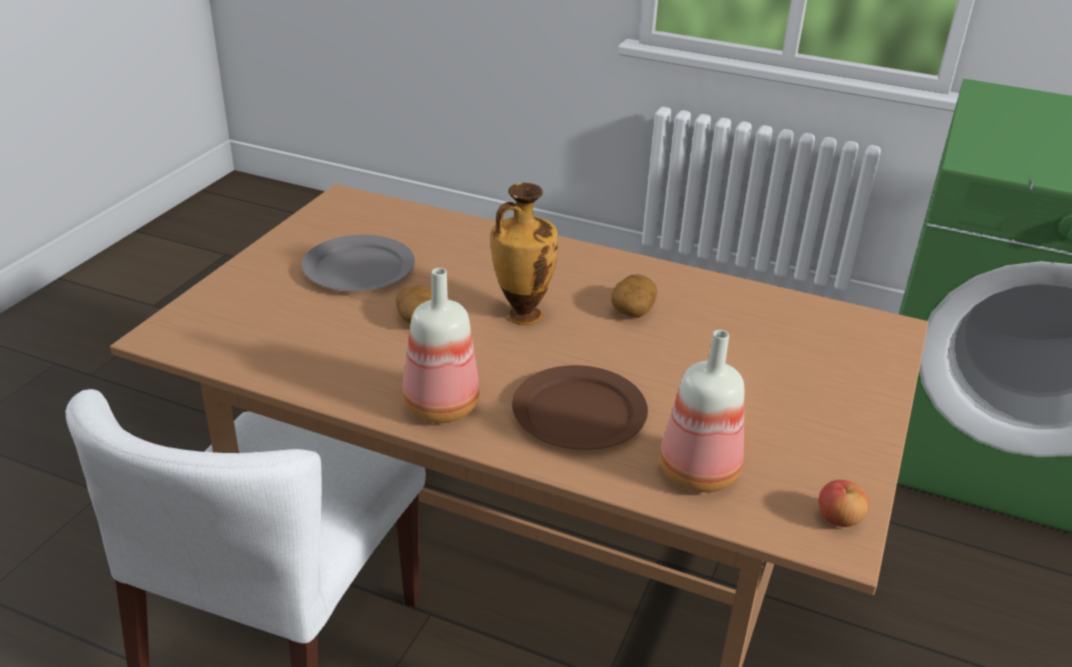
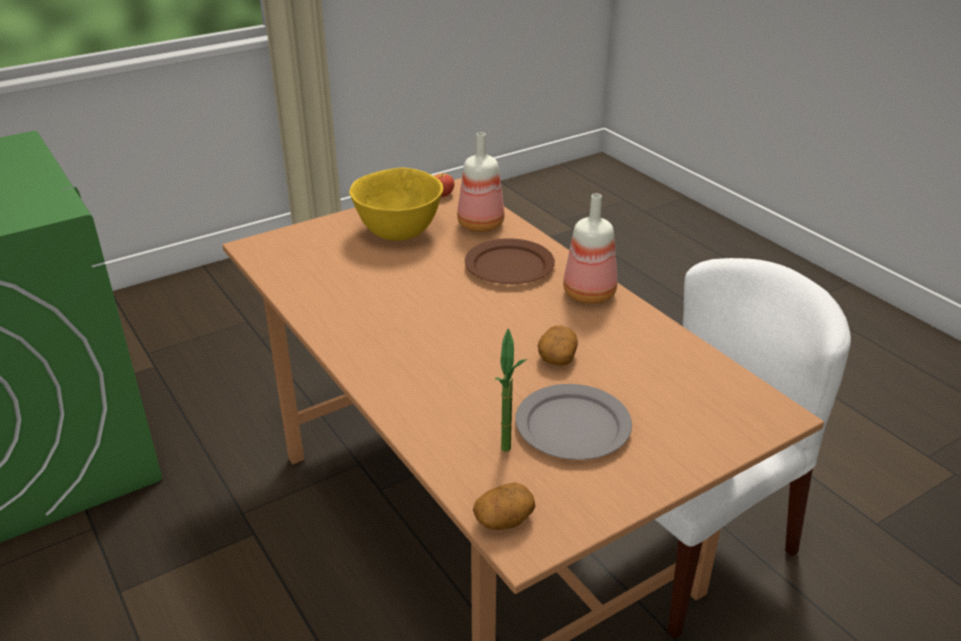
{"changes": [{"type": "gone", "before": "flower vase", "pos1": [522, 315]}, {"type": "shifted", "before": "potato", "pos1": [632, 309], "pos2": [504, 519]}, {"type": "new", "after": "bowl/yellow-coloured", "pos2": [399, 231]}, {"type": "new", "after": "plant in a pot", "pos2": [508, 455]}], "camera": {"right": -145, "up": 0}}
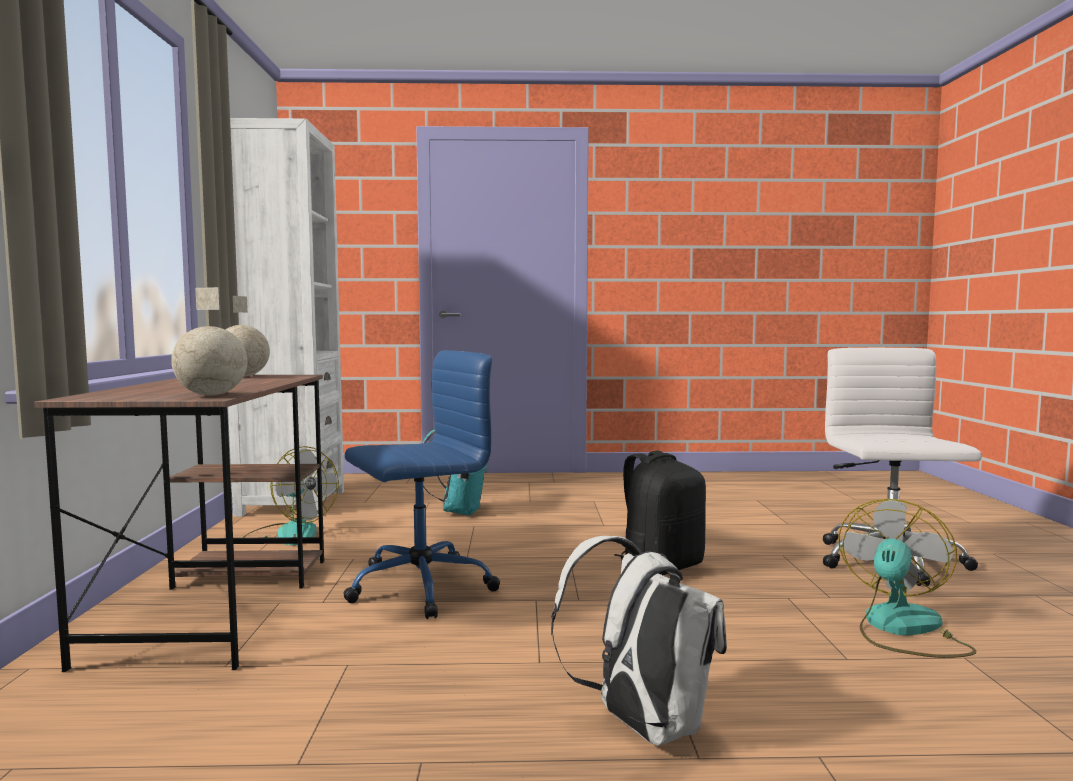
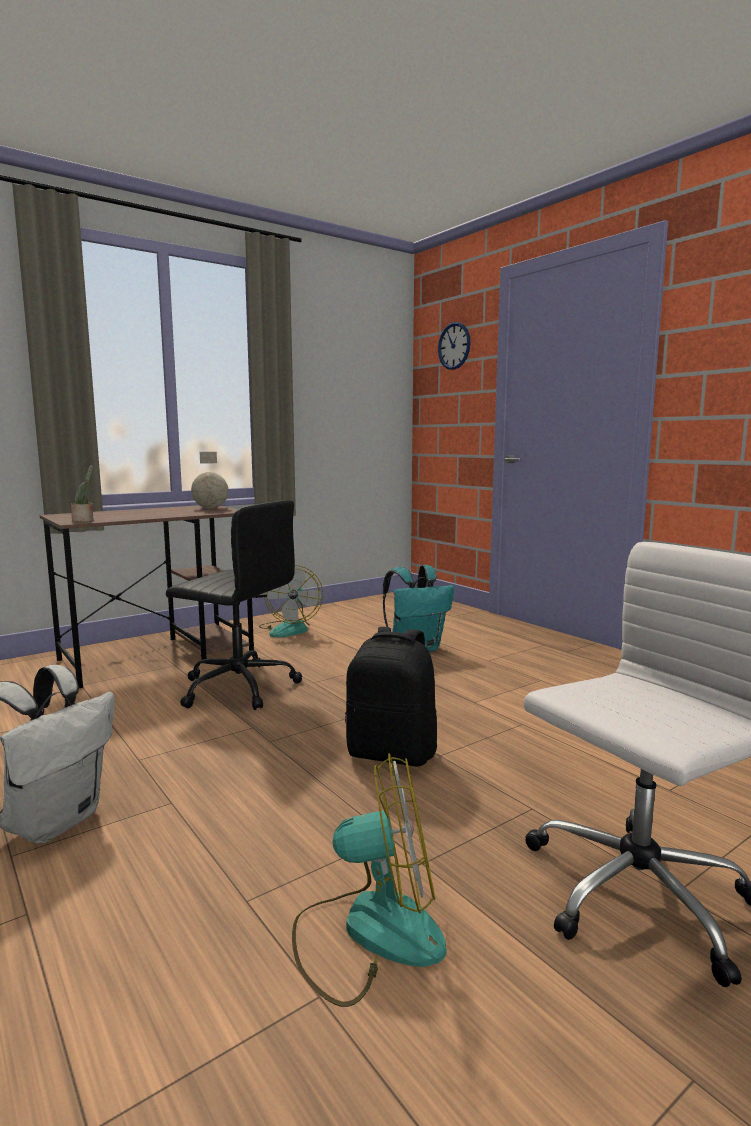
{"changes": [{"type": "swapped", "before": "world globe", "after": "plant in a pot", "pos1": [211, 395], "pos2": [84, 520]}, {"type": "gone", "before": "shelving unit/whitish", "pos1": [291, 503]}, {"type": "repainted", "before": "desk chair/blue-coloured", "after": "desk chair/blackish", "pos1": [418, 587], "pos2": [237, 687]}, {"type": "new", "after": "clock on the wall", "pos2": [454, 346]}], "camera": {"right": 55, "up": 5}}
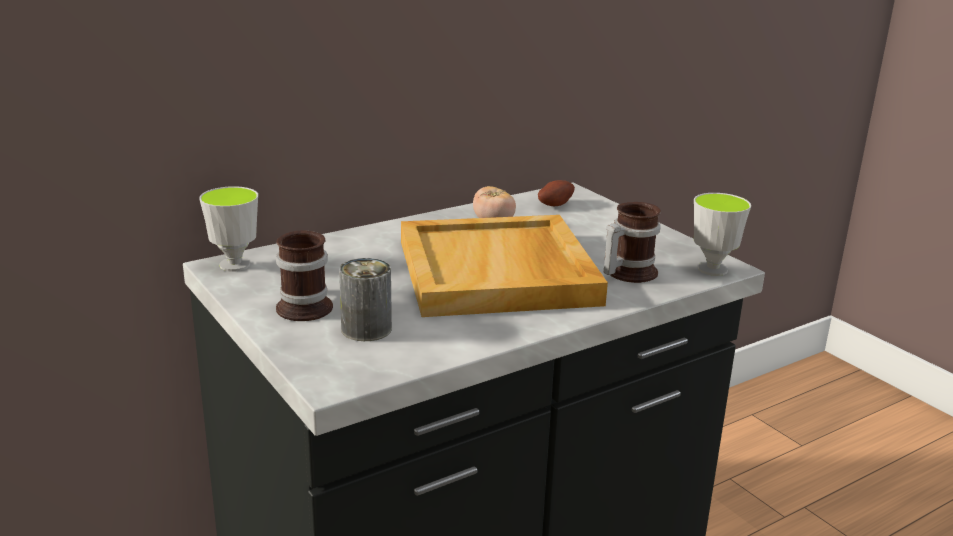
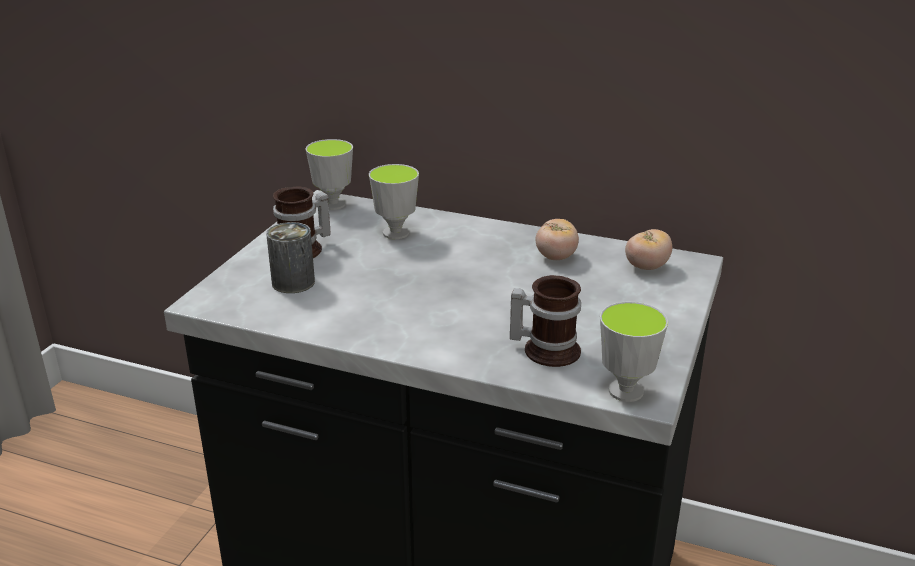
{"changes": [{"type": "gone", "before": "carrying tray/beige-coloured", "pos1": [498, 273]}, {"type": "swapped", "before": "potato", "after": "fresh tomato", "pos1": [554, 204], "pos2": [646, 267]}, {"type": "new", "after": "small cup", "pos2": [395, 233]}], "camera": {"right": 55, "up": 5}}
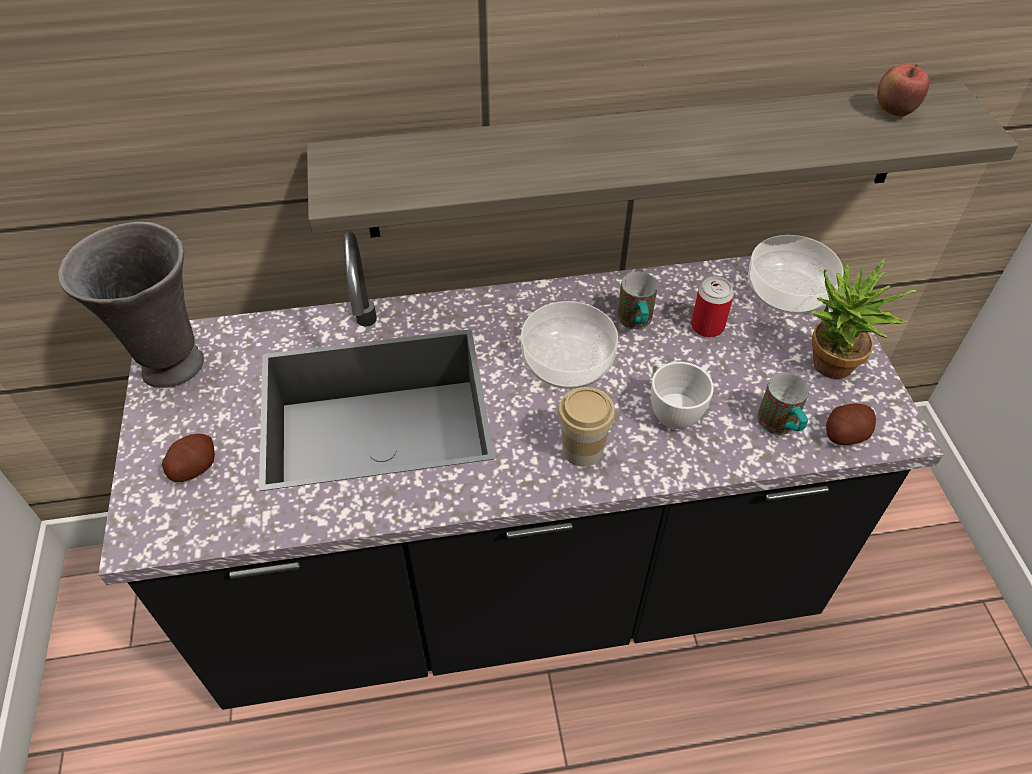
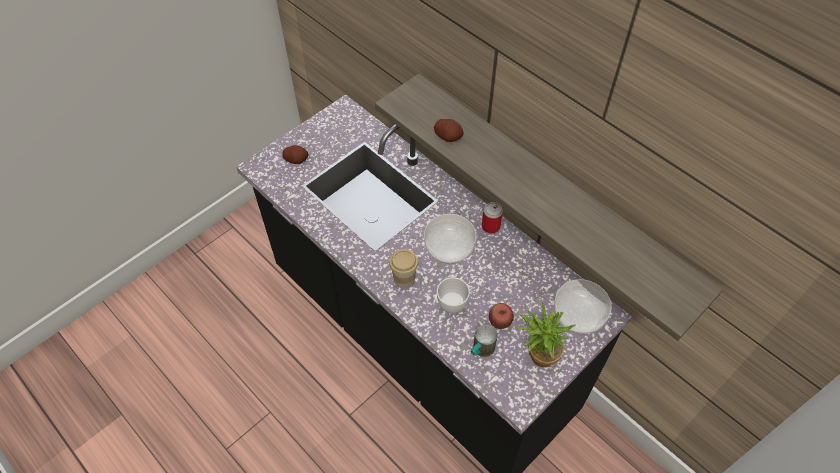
{"changes": [{"type": "gone", "before": "flower vase/greyish", "pos1": [170, 367]}, {"type": "gone", "before": "tea mug", "pos1": [636, 323]}, {"type": "shifted", "before": "can", "pos1": [707, 326], "pos2": [490, 226]}, {"type": "shifted", "before": "potato", "pos1": [845, 434], "pos2": [448, 136]}, {"type": "shifted", "before": "apple", "pos1": [893, 112], "pos2": [500, 322]}], "camera": {"right": 55, "up": 5}}
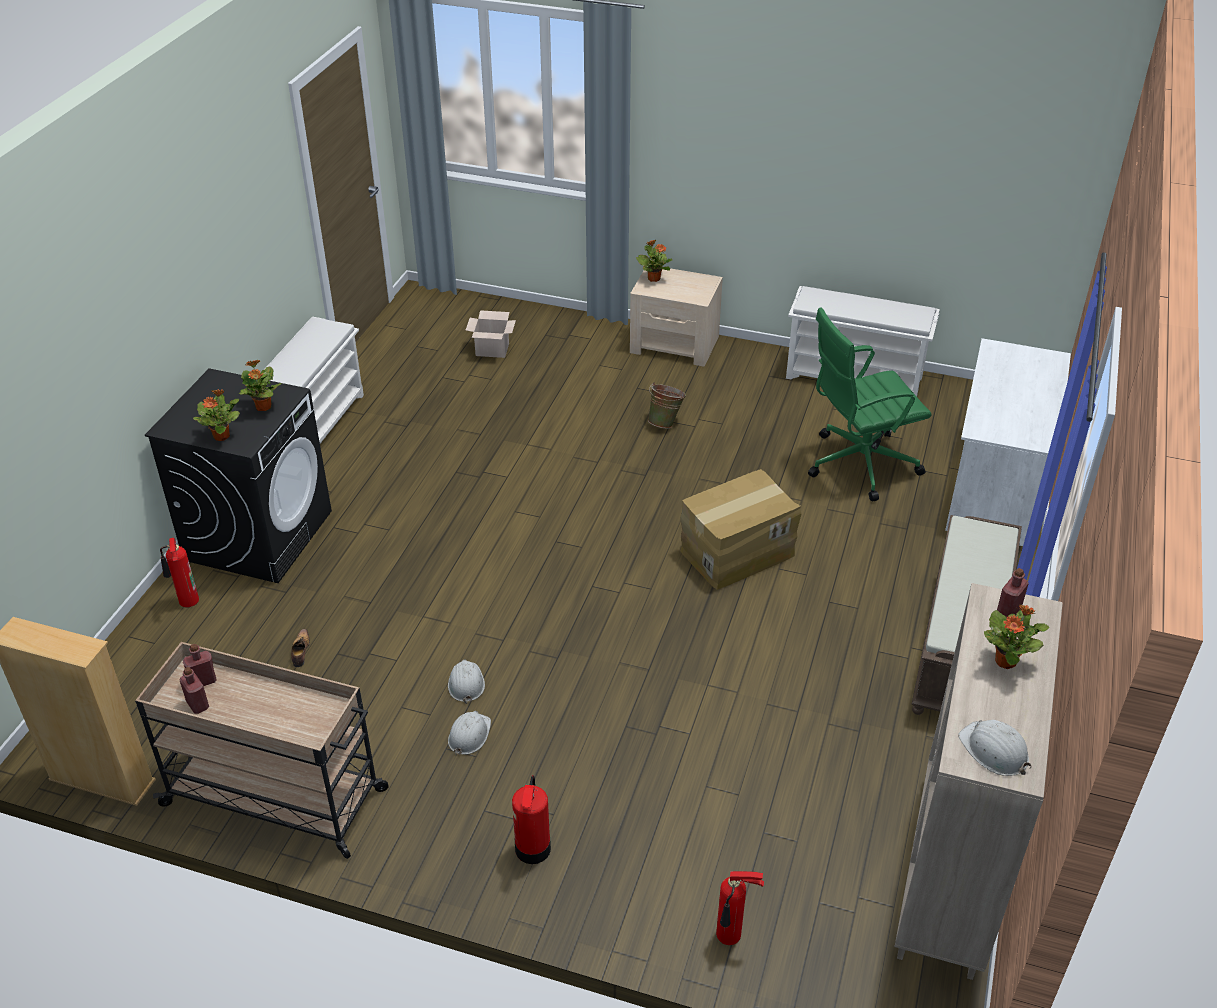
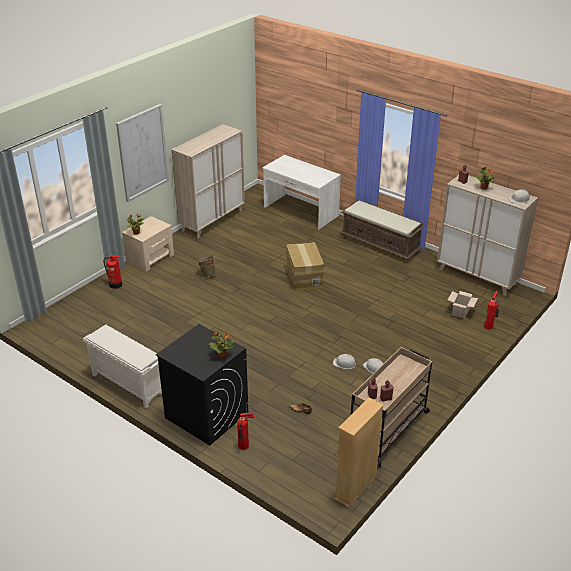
{"changes": [{"type": "gone", "before": "plant in a pot", "pos1": [263, 407]}, {"type": "shifted", "before": "cardboard box", "pos1": [491, 350], "pos2": [460, 312]}, {"type": "shifted", "before": "fire extinguisher", "pos1": [532, 849], "pos2": [116, 285]}, {"type": "swapped", "before": "shoe rack/whitish", "after": "cupboard/beige-coloured", "pos1": [855, 377], "pos2": [212, 221]}, {"type": "gone", "before": "desk chair/green", "pos1": [858, 464]}, {"type": "new", "after": "wall picture", "pos2": [142, 153]}], "camera": {"right": -70, "up": -5}}
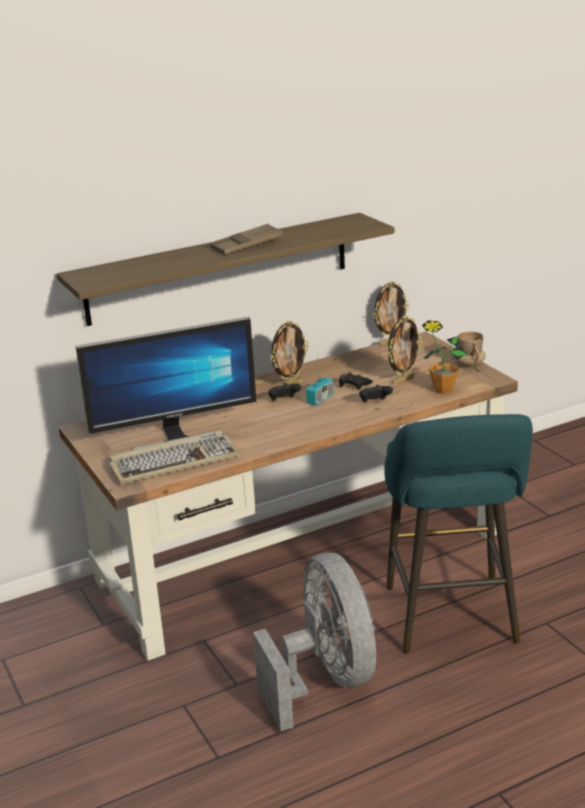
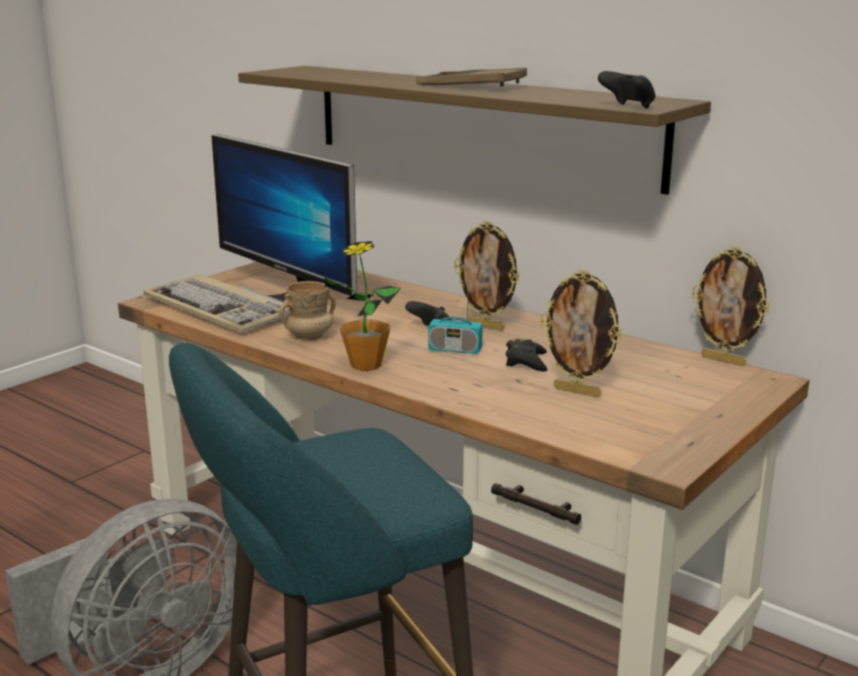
{"changes": [{"type": "shifted", "before": "gamepad/blackish", "pos1": [374, 403], "pos2": [628, 107]}, {"type": "shifted", "before": "plant in a pot", "pos1": [443, 390], "pos2": [366, 365]}, {"type": "shifted", "before": "tea mug/beige-coloured", "pos1": [470, 365], "pos2": [309, 336]}], "camera": {"right": 65, "up": -5}}
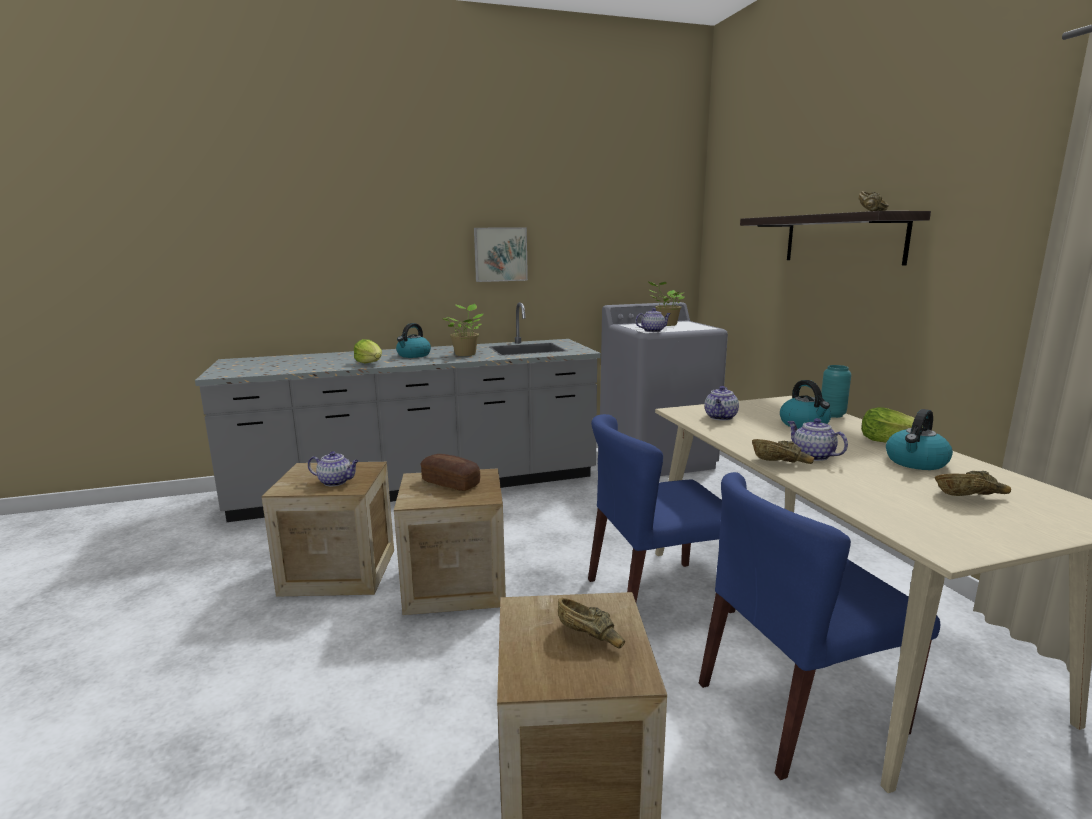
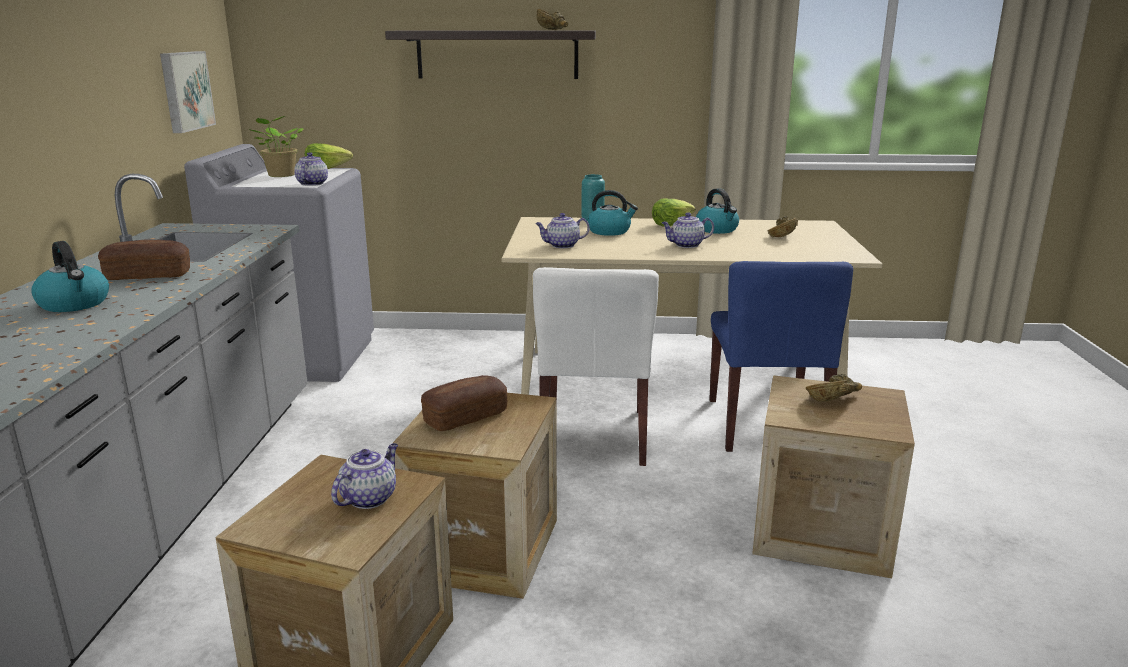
{"changes": [{"type": "shifted", "before": "lettuce", "pos1": [370, 363], "pos2": [327, 169]}, {"type": "swapped", "before": "plant in a pot", "after": "baked bread", "pos1": [466, 354], "pos2": [148, 275]}, {"type": "shifted", "before": "wall picture", "pos1": [500, 254], "pos2": [185, 91]}, {"type": "repainted", "before": "plain chair/blue-coloured", "after": "plain chair/whitish", "pos1": [657, 595], "pos2": [594, 435]}, {"type": "rotated", "before": "pot for tea", "pos1": [721, 417], "pos2": [562, 245], "turn": 120}, {"type": "gone", "before": "bowl/brownish", "pos1": [781, 463]}], "camera": {"right": -70, "up": 5}}
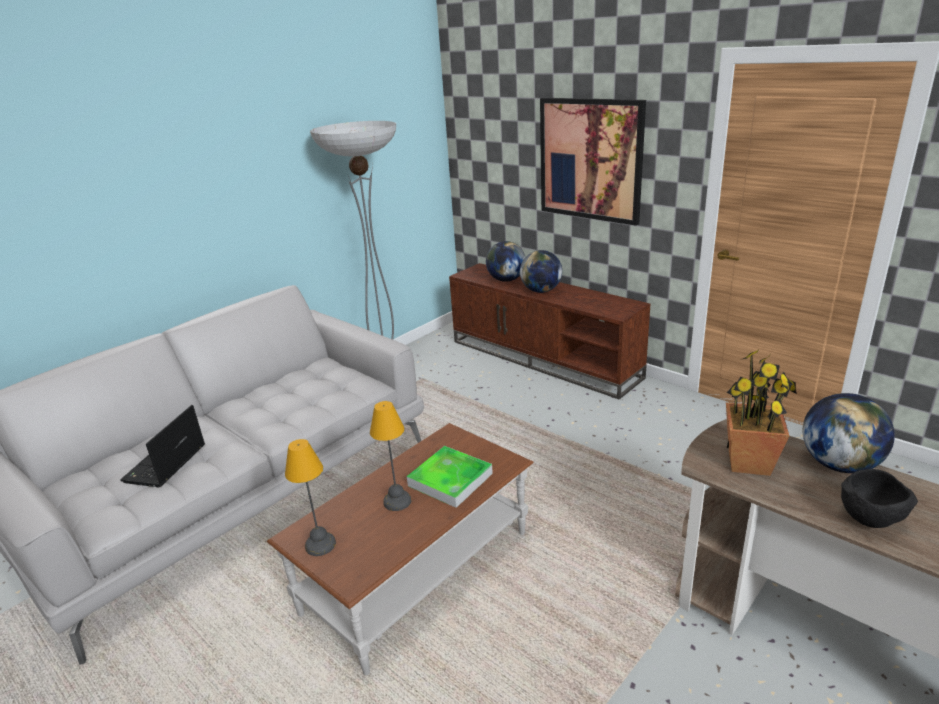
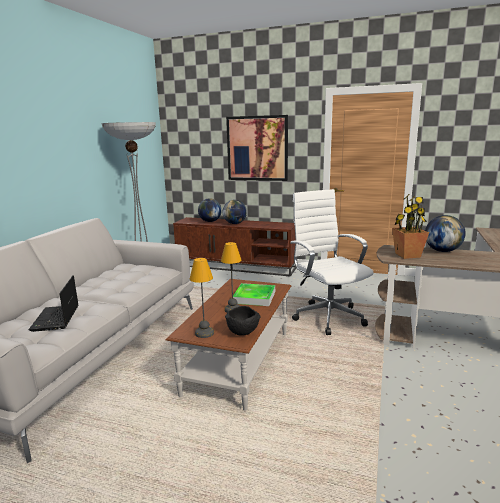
{"changes": [{"type": "shifted", "before": "bowl/blackish", "pos1": [871, 518], "pos2": [243, 332]}, {"type": "new", "after": "desk chair/whitish", "pos2": [327, 316]}], "camera": {"right": -25, "up": -10}}
